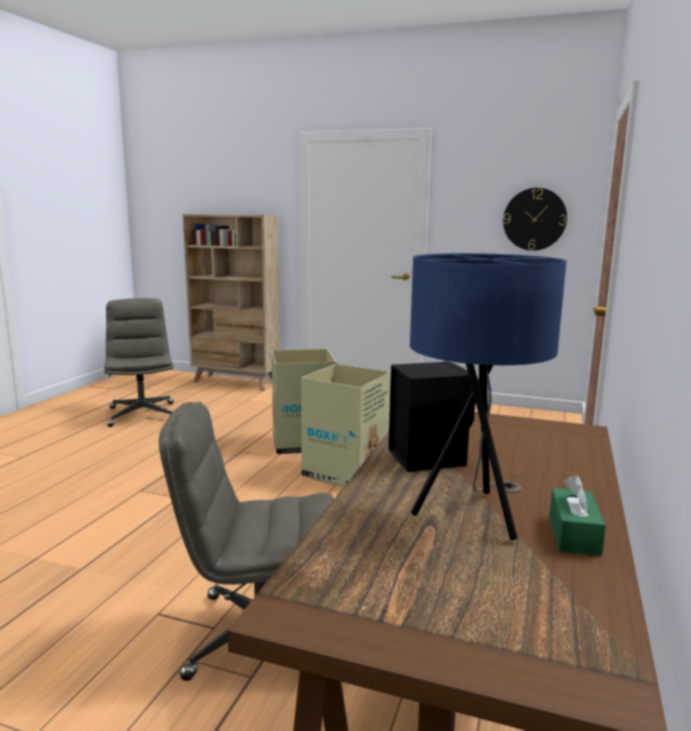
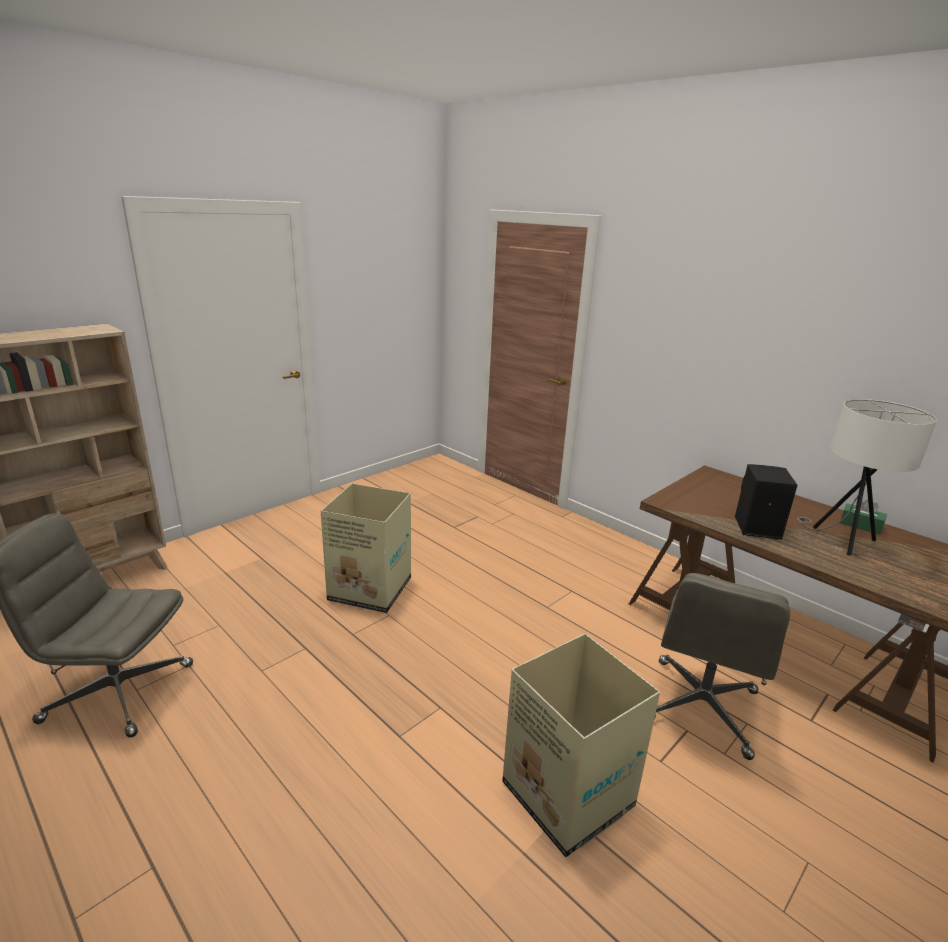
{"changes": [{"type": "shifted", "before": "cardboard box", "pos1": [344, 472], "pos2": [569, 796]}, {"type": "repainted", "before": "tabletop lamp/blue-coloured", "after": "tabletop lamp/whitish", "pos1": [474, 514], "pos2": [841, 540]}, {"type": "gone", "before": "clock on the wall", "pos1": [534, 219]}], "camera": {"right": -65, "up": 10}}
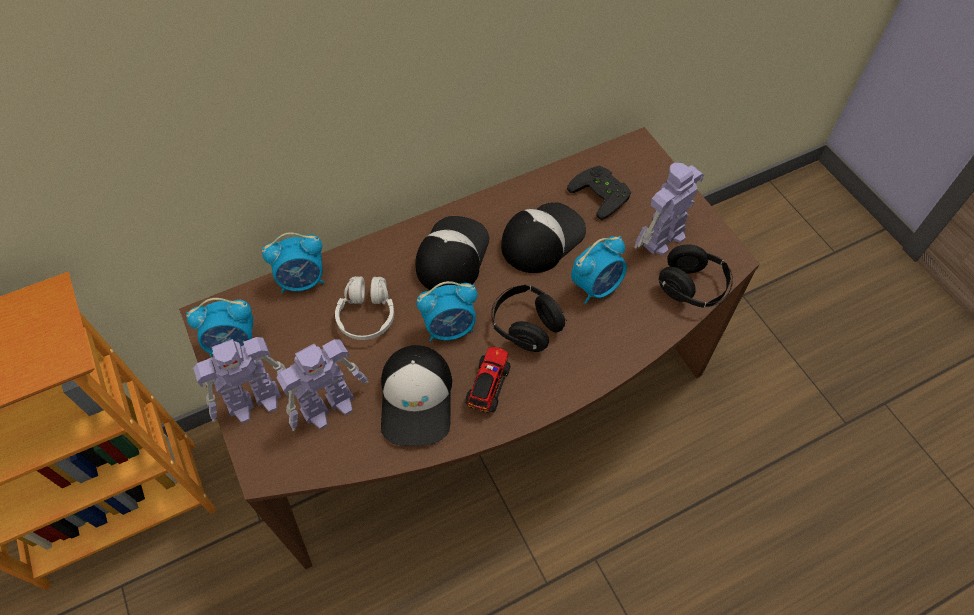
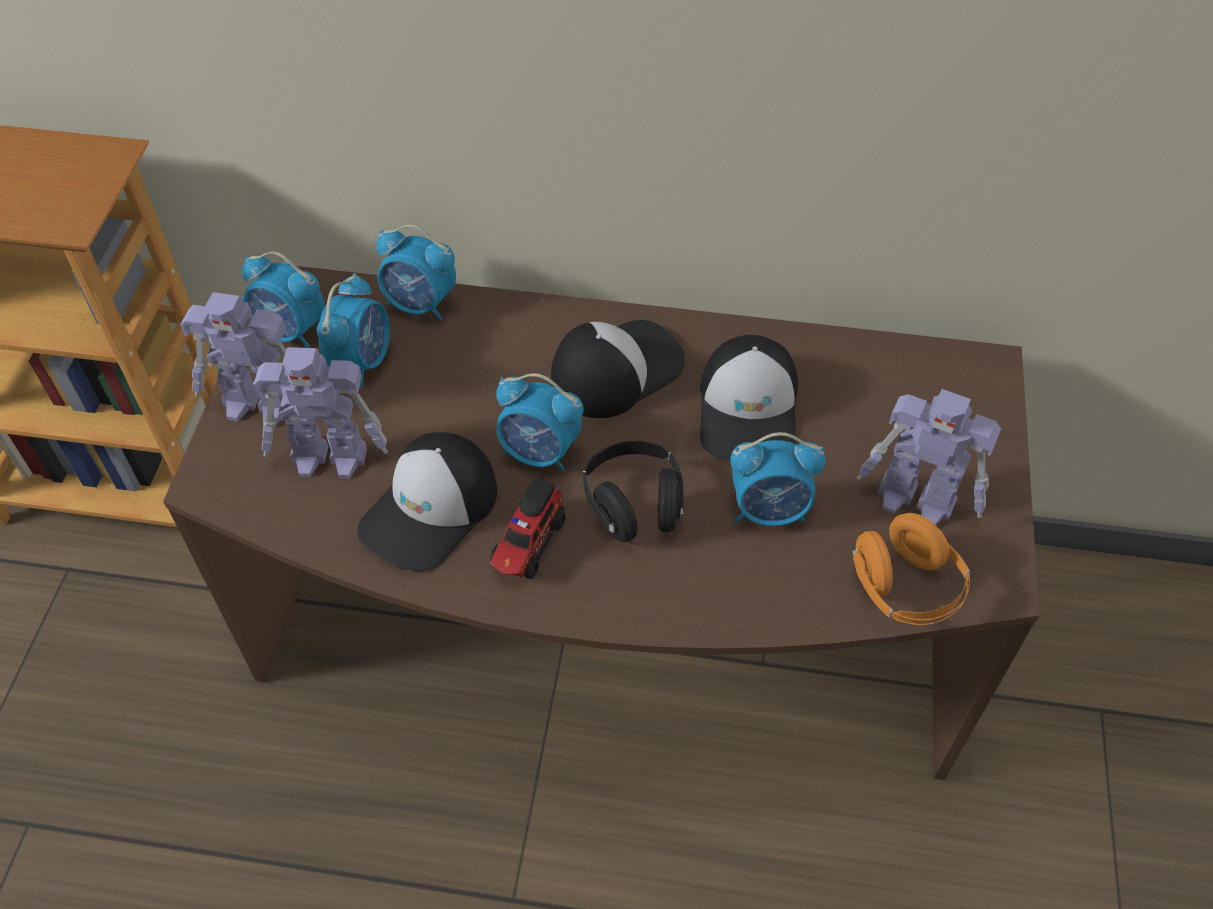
{"changes": [{"type": "gone", "before": "headphones/whitish", "pos1": [367, 315]}, {"type": "rotated", "before": "toy truck", "pos1": [488, 385], "pos2": [527, 545], "turn": 150}, {"type": "rotated", "before": "cap", "pos1": [542, 238], "pos2": [749, 411], "turn": 105}, {"type": "gone", "before": "gamepad/blackish", "pos1": [603, 193]}, {"type": "rotated", "before": "robot figure", "pos1": [662, 238], "pos2": [917, 501], "turn": -150}, {"type": "repainted", "before": "headphones/blackish", "after": "headphones/orange-coloured", "pos1": [692, 288], "pos2": [904, 588]}, {"type": "new", "after": "table clock", "pos2": [362, 360]}], "camera": {"right": 35, "up": -5}}
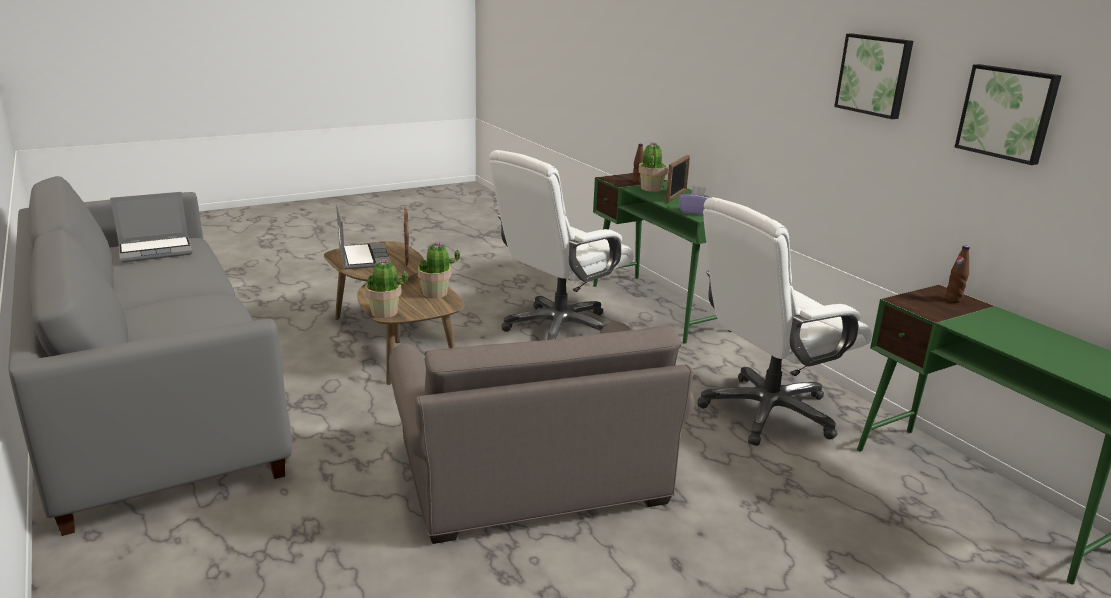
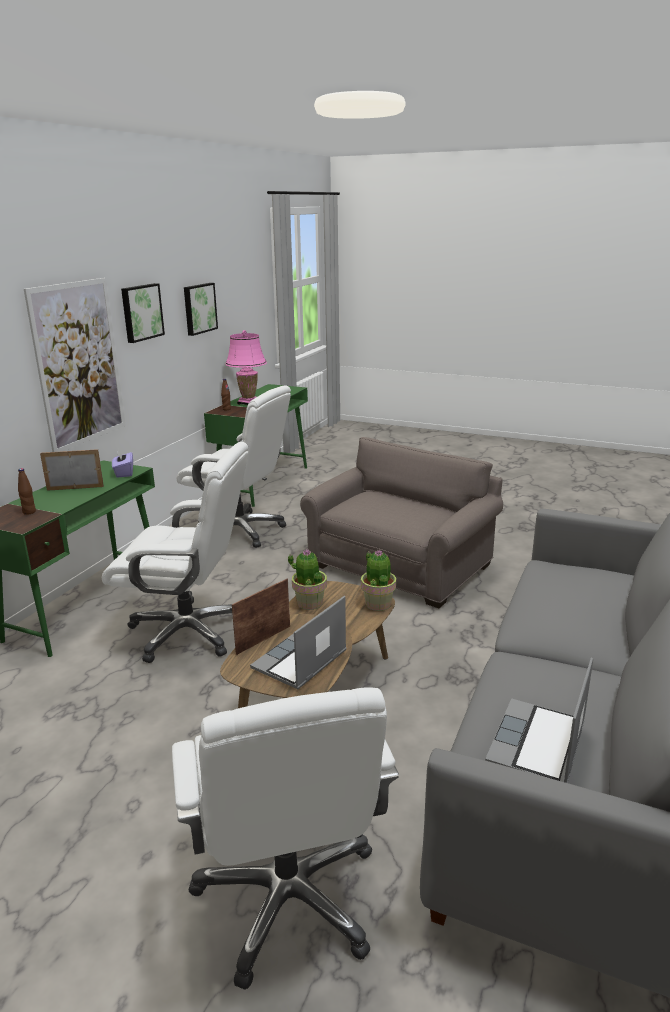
{"changes": [{"type": "rotated", "before": "notebook computer", "pos1": [157, 250], "pos2": [538, 745], "turn": -90}, {"type": "gone", "before": "plant in a pot", "pos1": [651, 189]}, {"type": "new", "after": "wall picture", "pos2": [78, 364]}, {"type": "new", "after": "desk chair/whitish", "pos2": [288, 898]}, {"type": "new", "after": "tabletop lamp/pinkish", "pos2": [248, 403]}], "camera": {"right": -125, "up": 0}}
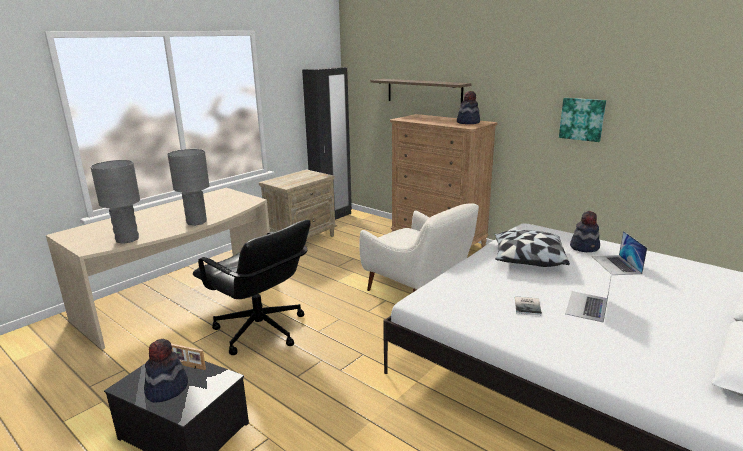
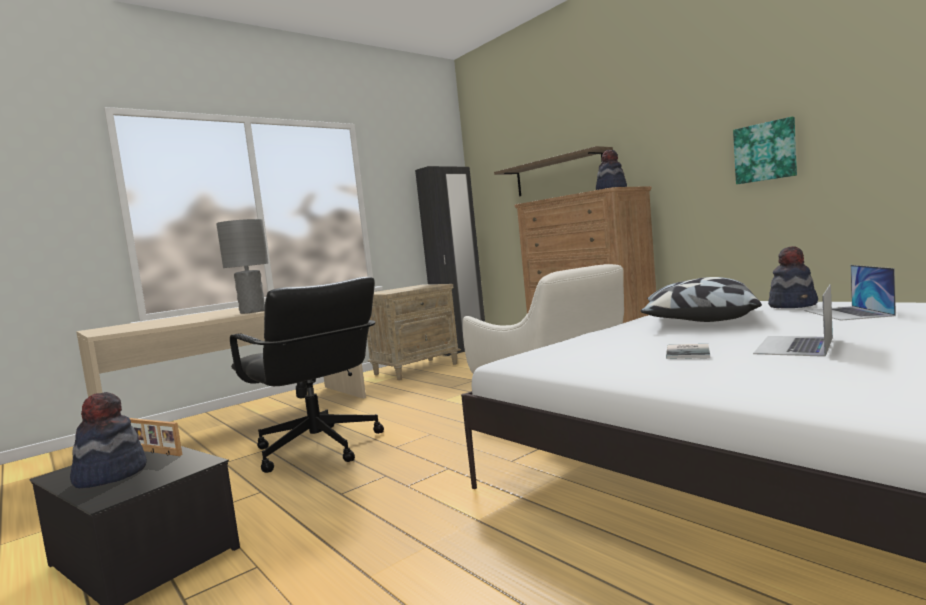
{"changes": [{"type": "gone", "before": "tabletop lamp/greyish", "pos1": [127, 240]}], "camera": {"right": 10, "up": -15}}
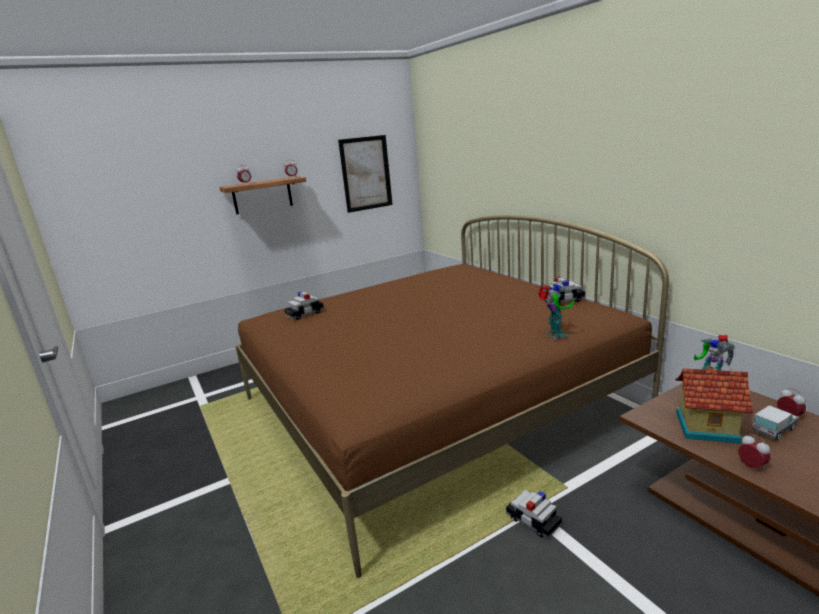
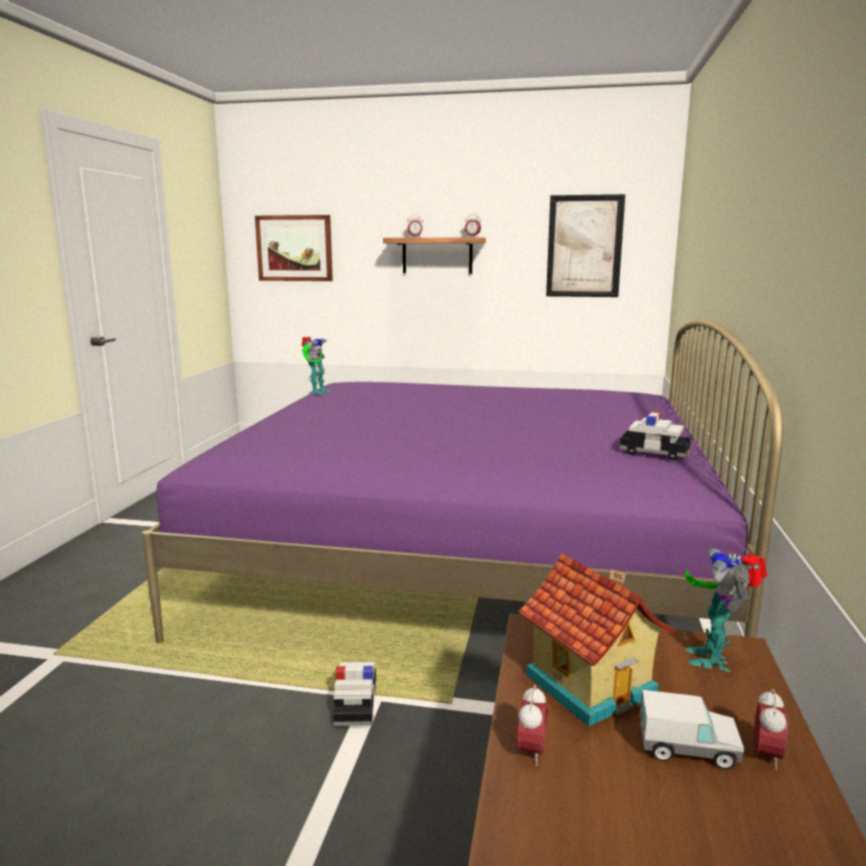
{"changes": [{"type": "repainted", "before": "bed/brownish", "after": "bed/purple", "pos1": [433, 406], "pos2": [467, 556]}, {"type": "gone", "before": "toy car", "pos1": [304, 314]}, {"type": "shifted", "before": "robot figure", "pos1": [555, 335], "pos2": [317, 391]}, {"type": "new", "after": "wall picture", "pos2": [294, 248]}], "camera": {"right": 40, "up": -5}}
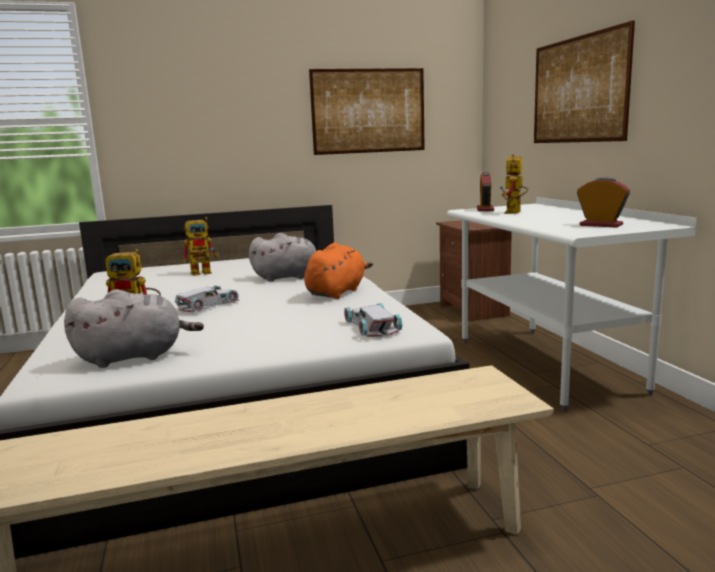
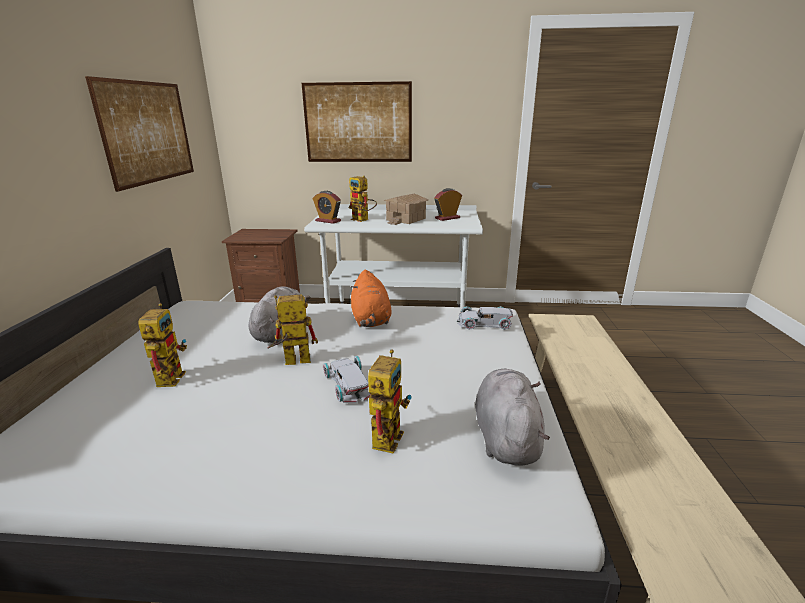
{"changes": [{"type": "rotated", "before": "plush toy/orange-coloured", "pos1": [337, 292], "pos2": [371, 320], "turn": -150}, {"type": "new", "after": "robot figure", "pos2": [291, 362]}, {"type": "new", "after": "model house", "pos2": [405, 219]}], "camera": {"right": -70, "up": 10}}
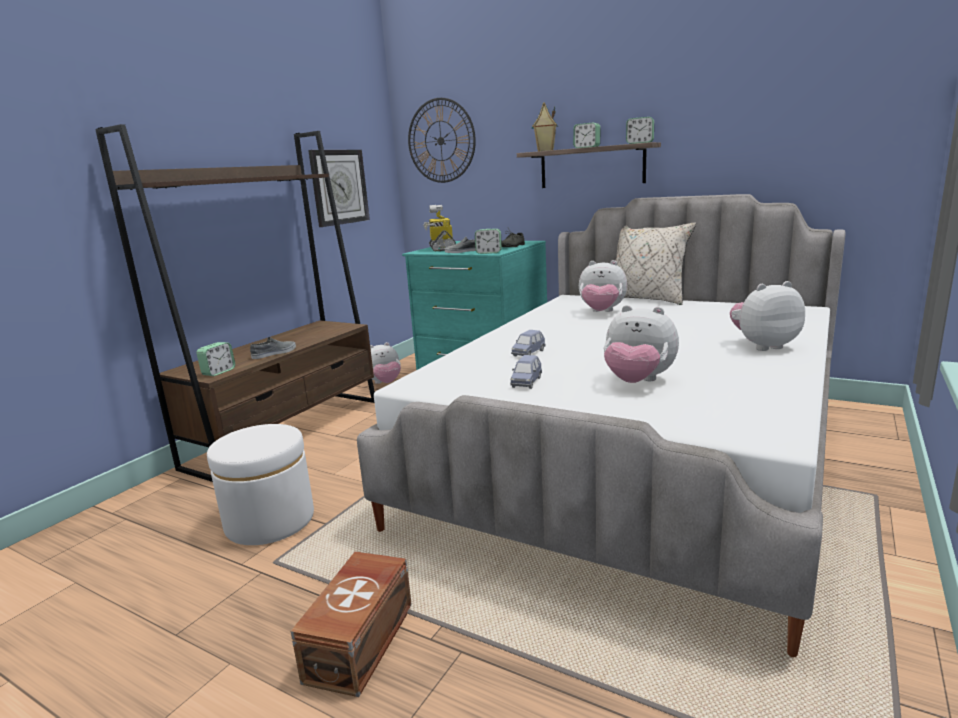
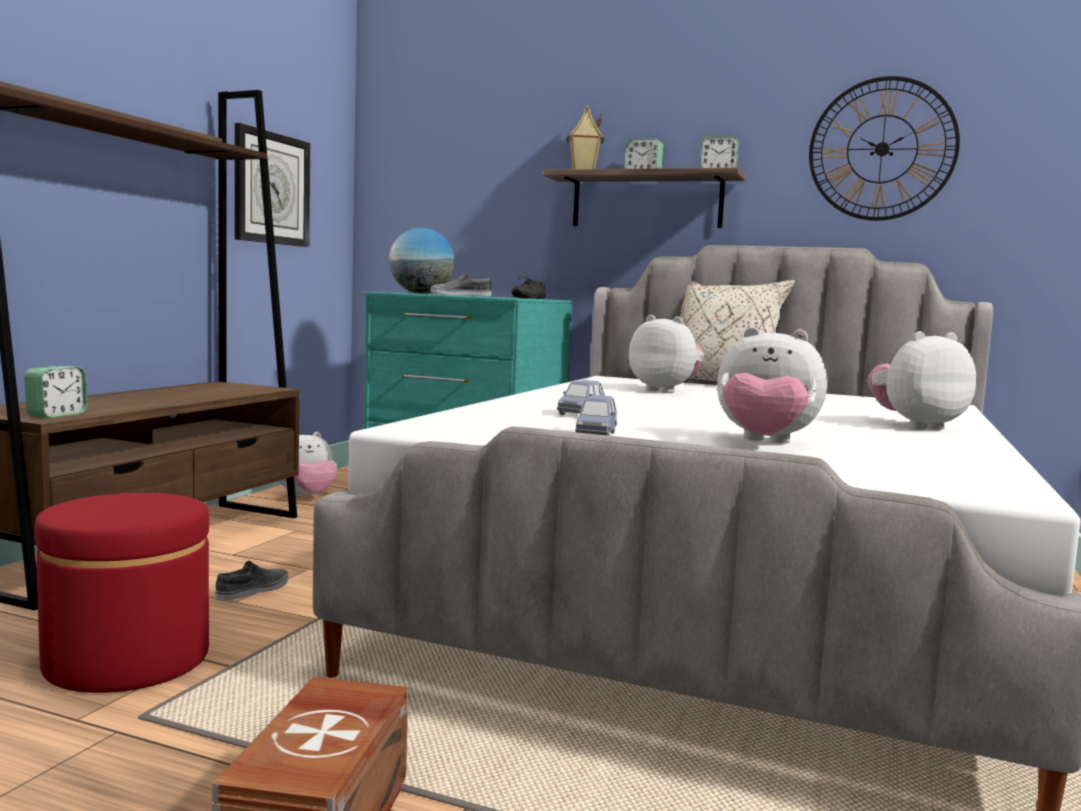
{"changes": [{"type": "repainted", "before": "ottoman/whitish", "after": "ottoman/red-coloured", "pos1": [270, 521], "pos2": [127, 660]}, {"type": "shifted", "before": "low shoe/greyish", "pos1": [275, 353], "pos2": [254, 590]}, {"type": "shifted", "before": "clock on the wall", "pos1": [441, 141], "pos2": [882, 149]}, {"type": "swapped", "before": "robot figure", "after": "world globe", "pos1": [441, 248], "pos2": [421, 293]}, {"type": "gone", "before": "table clock", "pos1": [489, 252]}, {"type": "rotated", "before": "plush toy", "pos1": [601, 312], "pos2": [665, 390], "turn": -150}], "camera": {"right": -10, "up": -10}}
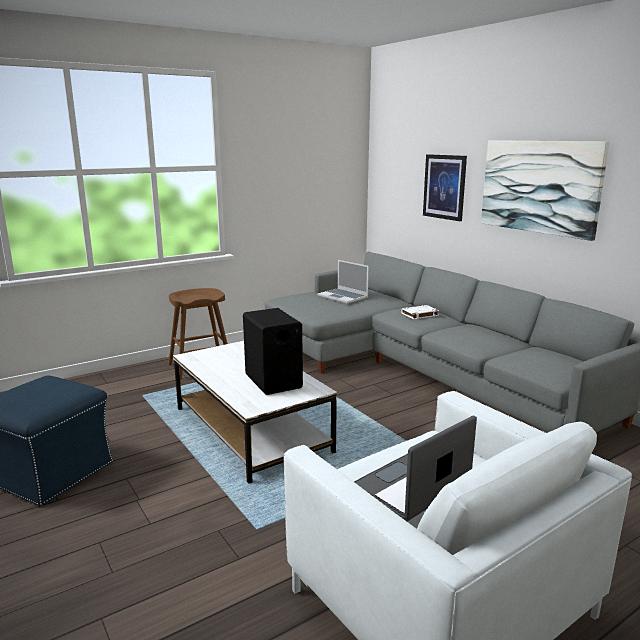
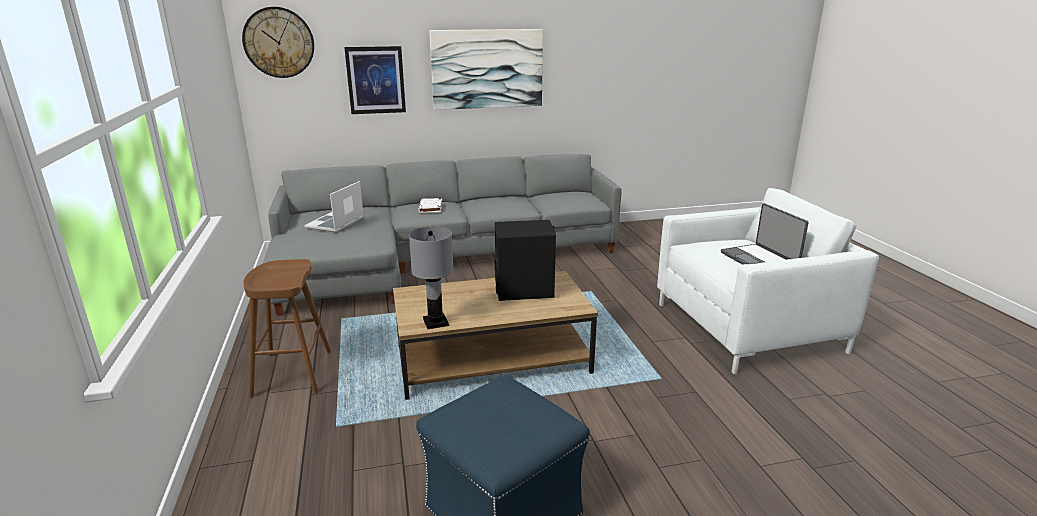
{"changes": [{"type": "repainted", "before": "lounge table/whitish", "after": "lounge table/brownish", "pos1": [252, 430], "pos2": [493, 359]}, {"type": "rotated", "before": "notebook computer", "pos1": [343, 297], "pos2": [335, 223], "turn": 135}, {"type": "new", "after": "clock on the wall", "pos2": [279, 42]}, {"type": "new", "after": "tabletop lamp/greyish", "pos2": [436, 322]}], "camera": {"right": -70, "up": 5}}
